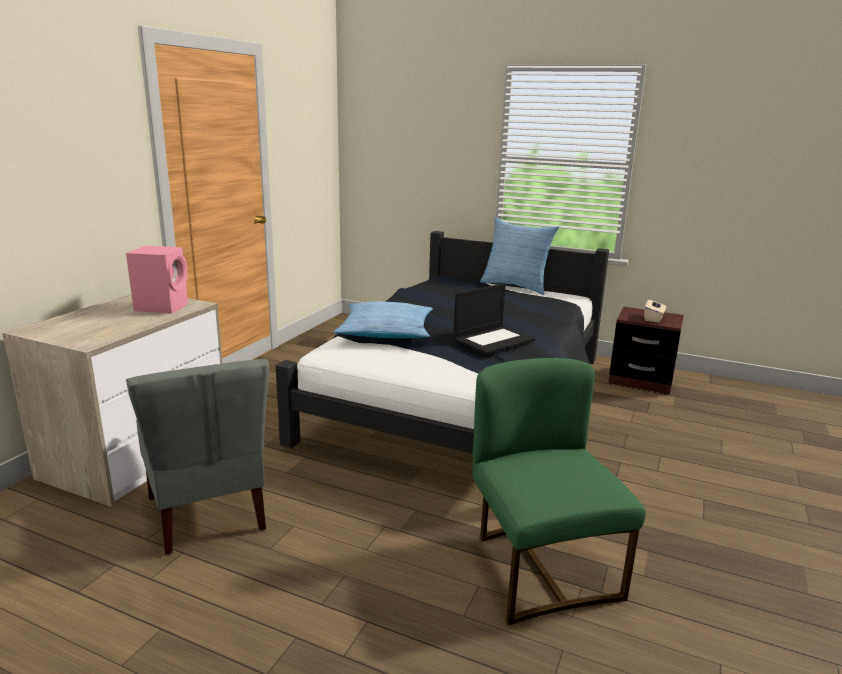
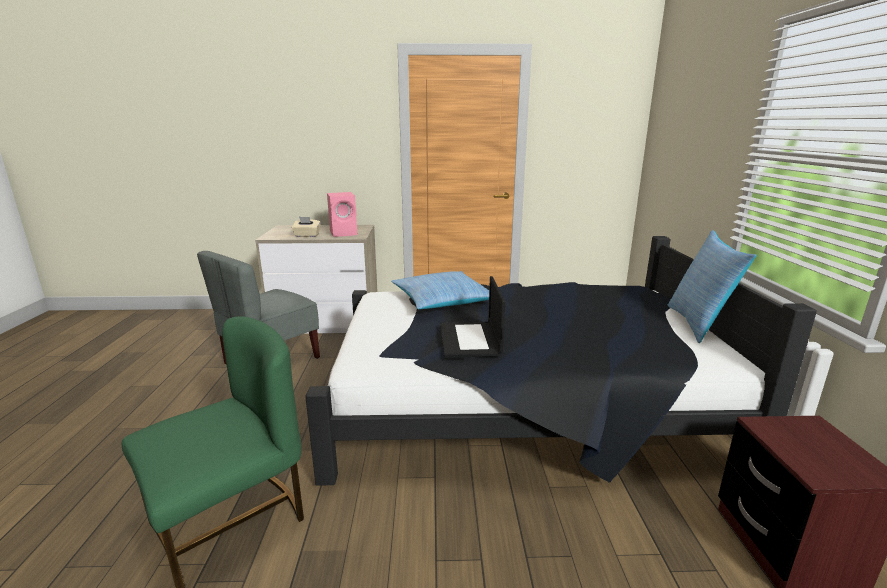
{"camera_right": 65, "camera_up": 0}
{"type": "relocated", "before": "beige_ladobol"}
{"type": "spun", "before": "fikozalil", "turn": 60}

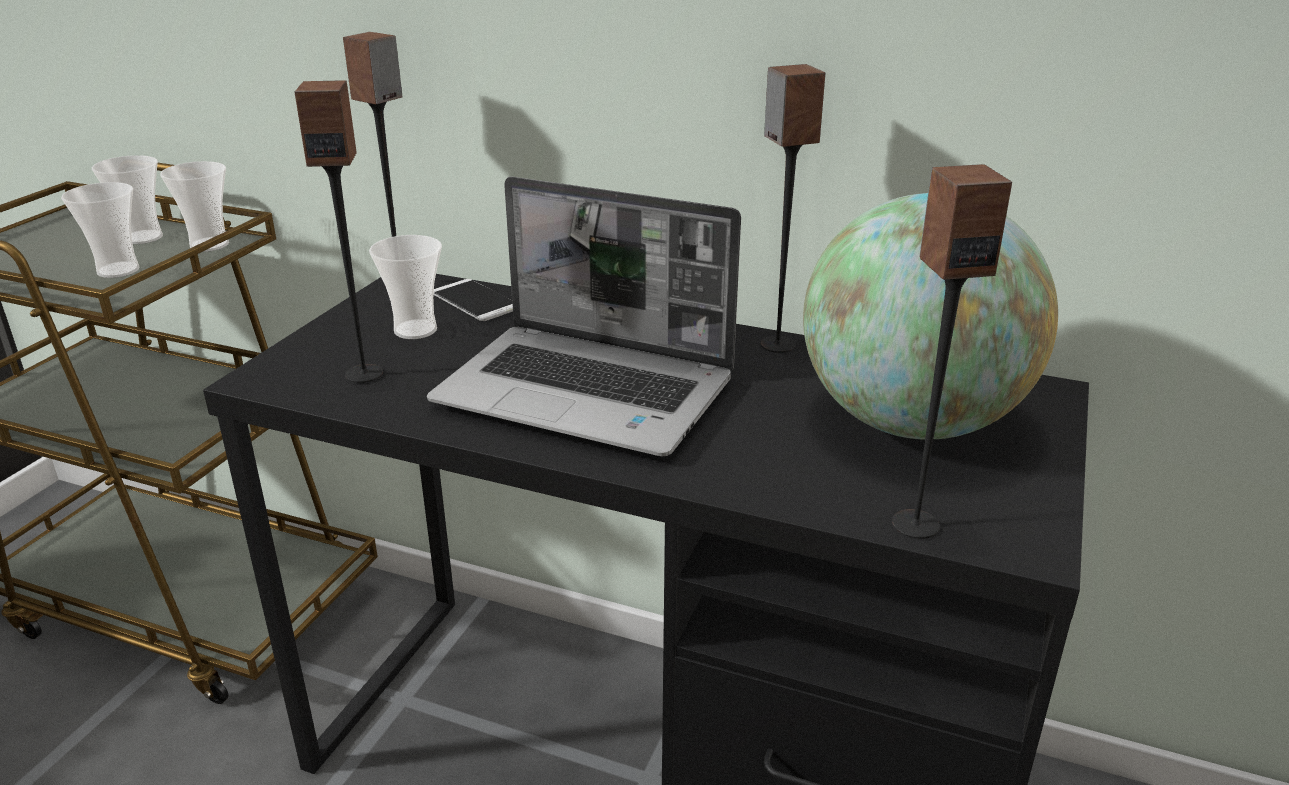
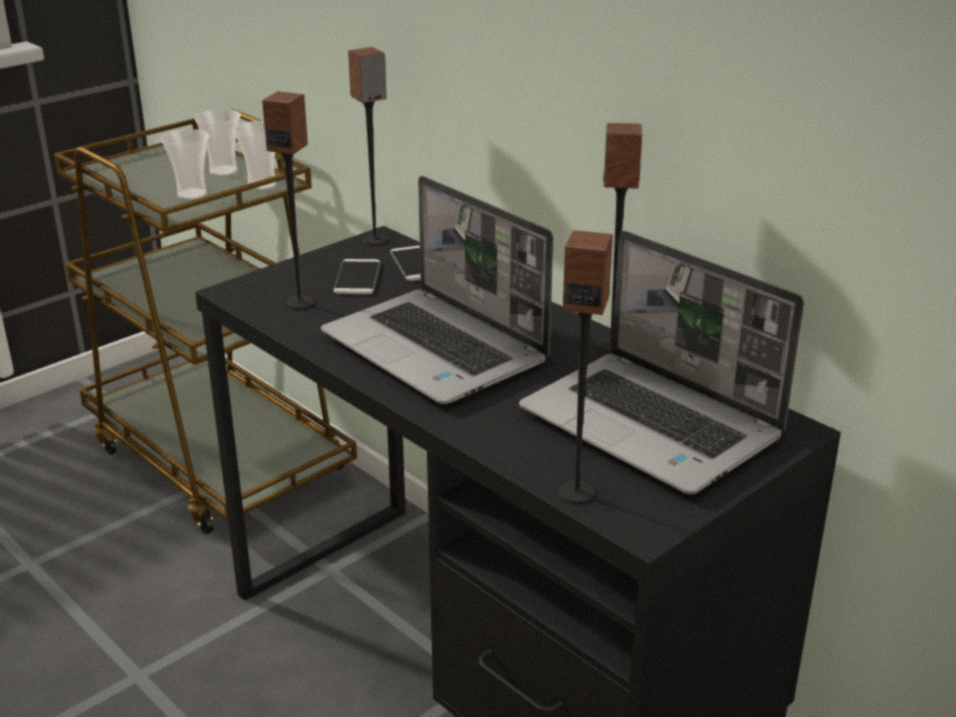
{"camera_right": 25, "camera_up": 0}
{"type": "exchanged", "before": "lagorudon (no. 4 from left)", "after": "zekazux (no. 1 from left)"}
{"type": "exchanged", "before": "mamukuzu", "after": "fikozalil (no. 2 from left)"}

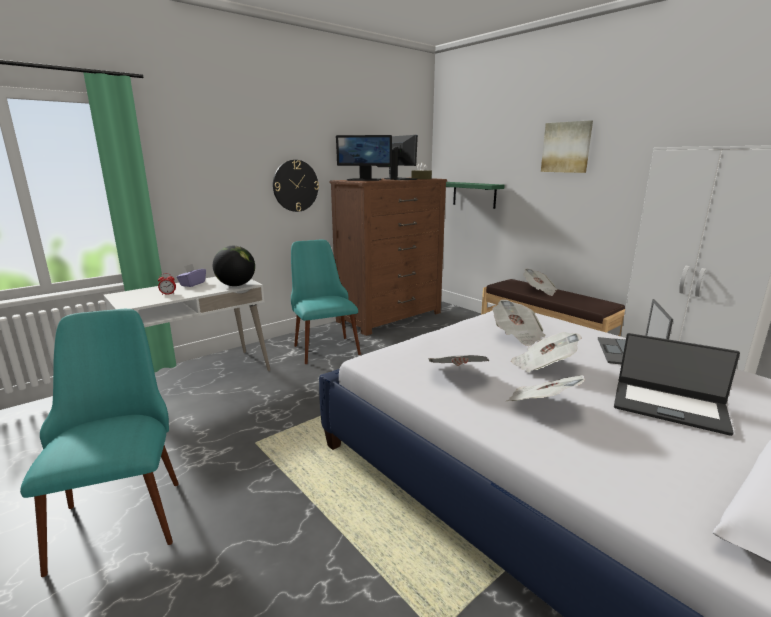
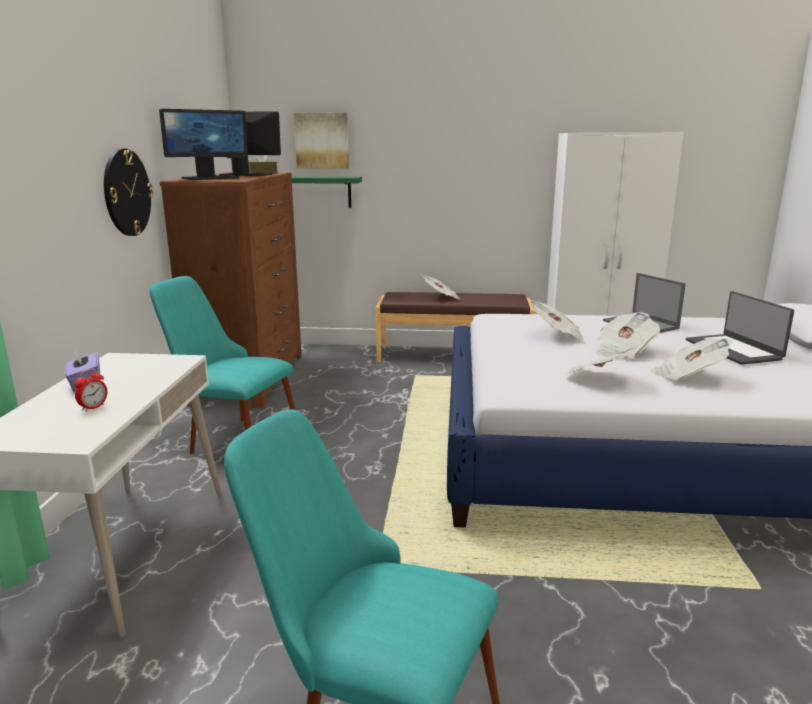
{"camera_right": -45, "camera_up": 0}
{"type": "relocated", "before": "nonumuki"}
{"type": "spun", "before": "fikozalil (no. 2 from left)", "turn": 90}
{"type": "missing", "before": "mamukuzu"}

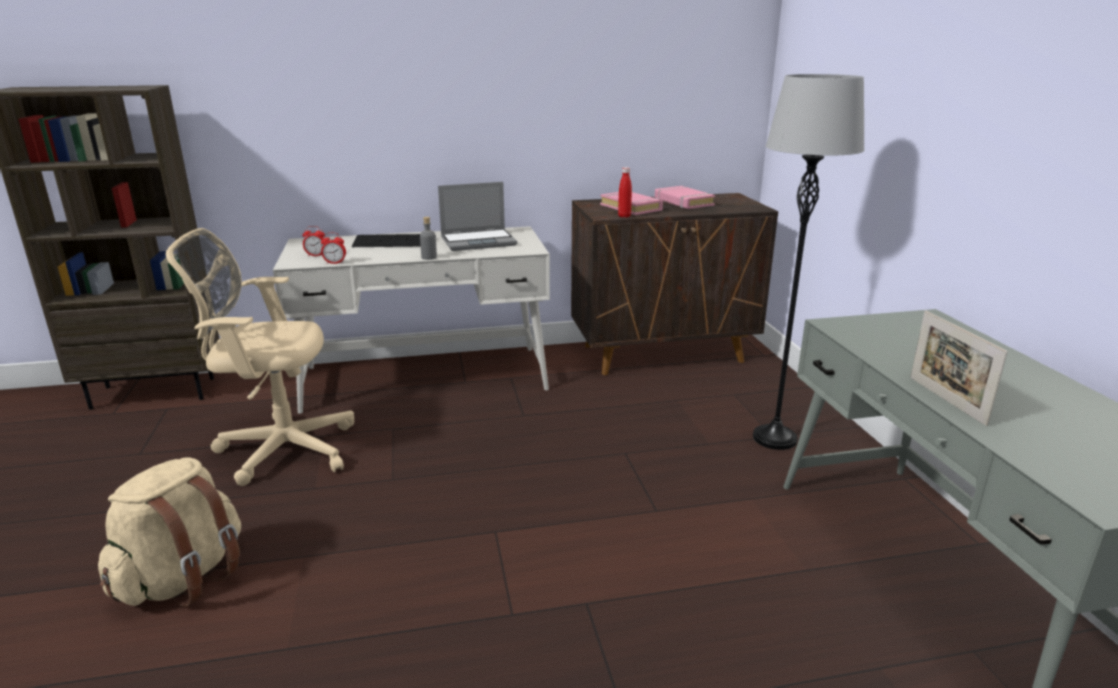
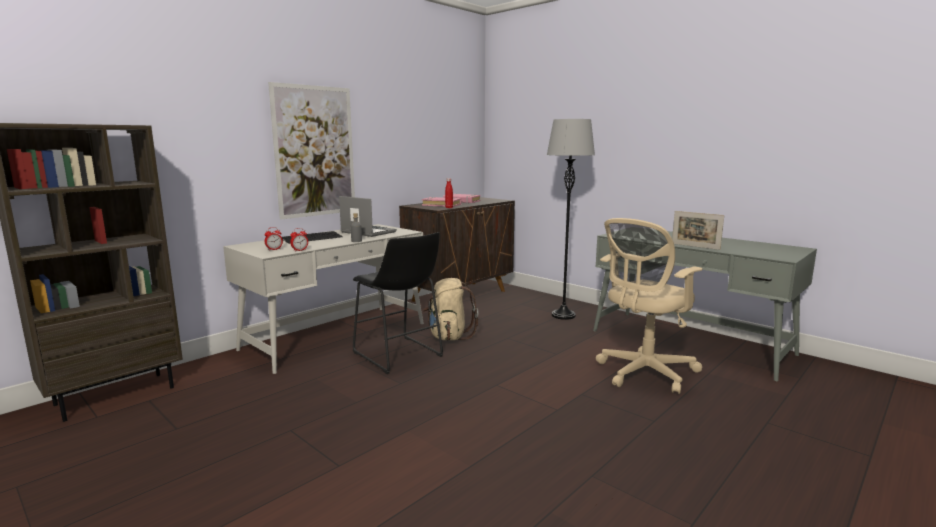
{"camera_right": -35, "camera_up": -10}
{"type": "appeared", "after": "nonumuki"}
{"type": "spun", "before": "fikozalil", "turn": -90}
{"type": "appeared", "after": "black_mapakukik"}
{"type": "relocated", "before": "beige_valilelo"}
{"type": "relocated", "before": "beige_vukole"}

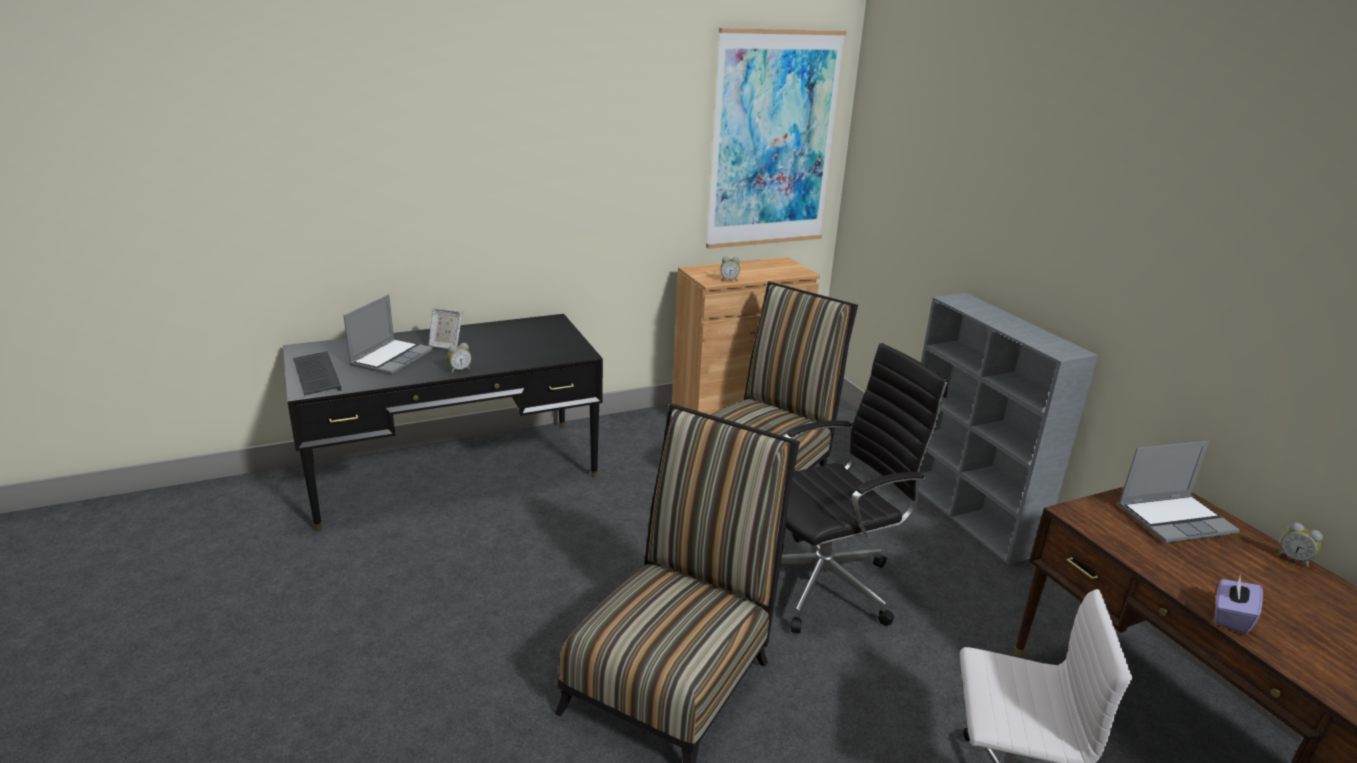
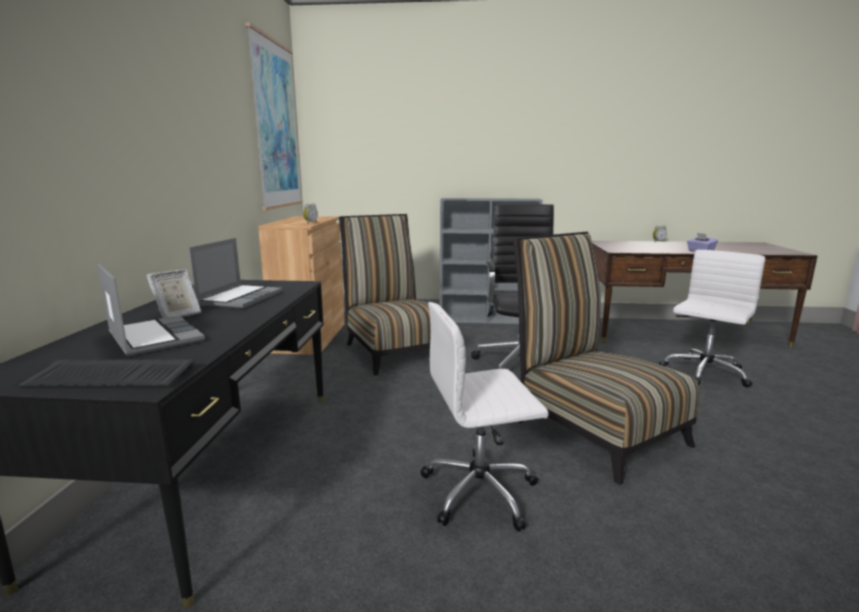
{"camera_right": -60, "camera_up": -10}
{"type": "relocated", "before": "fikozalil (no. 2 from left)"}
{"type": "appeared", "after": "white_vukole (no. 1 from left)"}
{"type": "missing", "before": "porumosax (no. 1 from left)"}

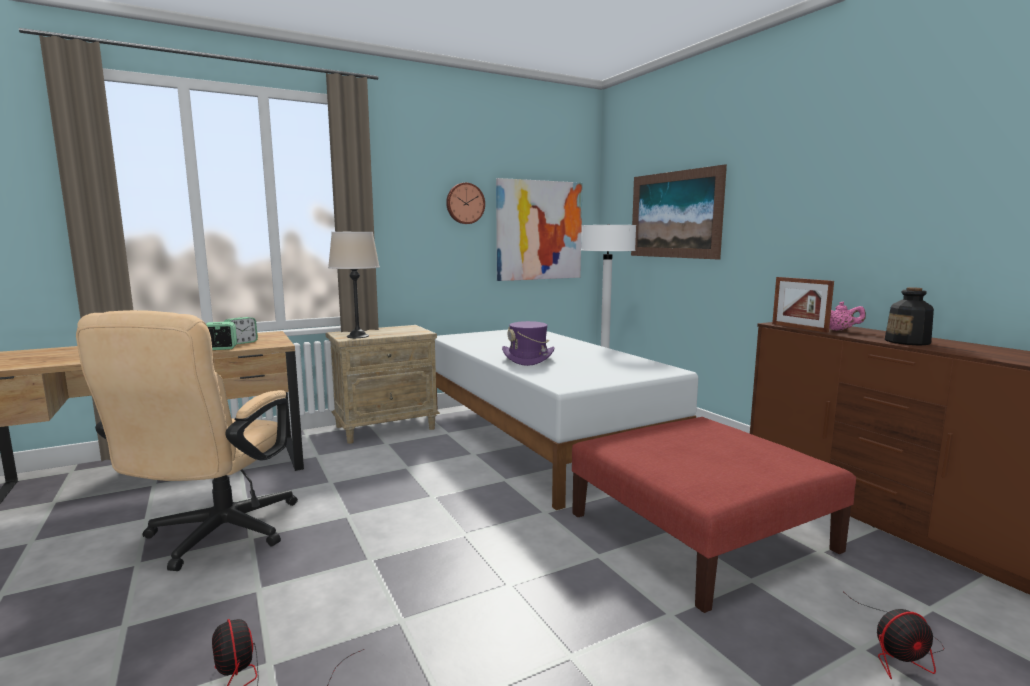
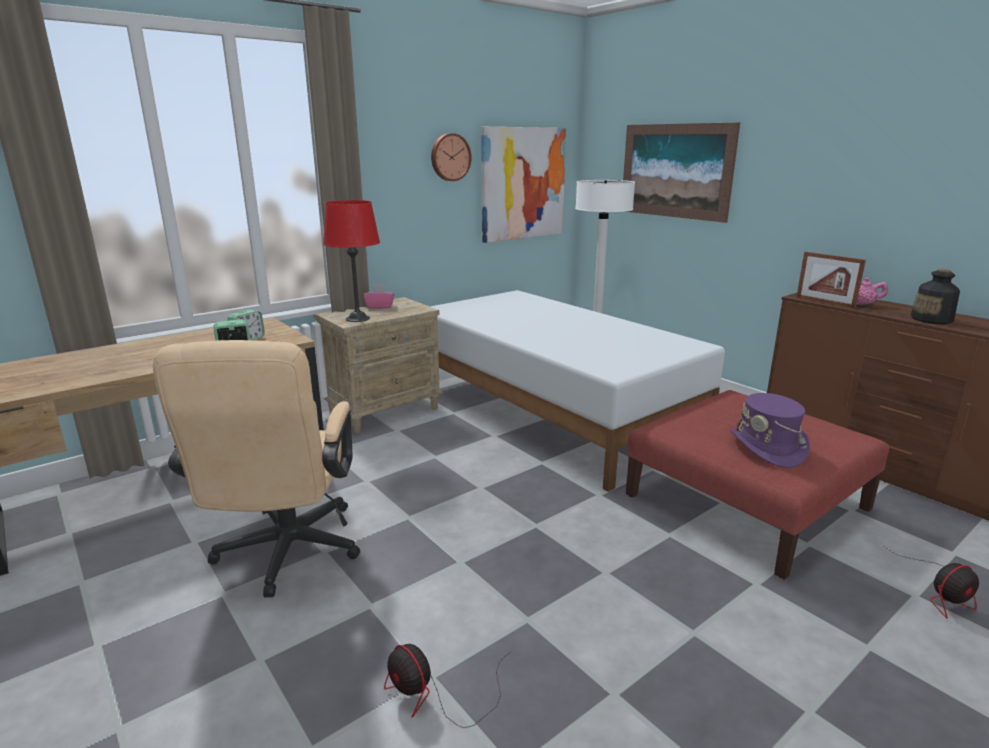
{"camera_right": -10, "camera_up": 10}
{"type": "colour", "before": "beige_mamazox", "after": "red_mamazox"}
{"type": "appeared", "after": "pink_ladobol"}
{"type": "relocated", "before": "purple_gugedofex"}

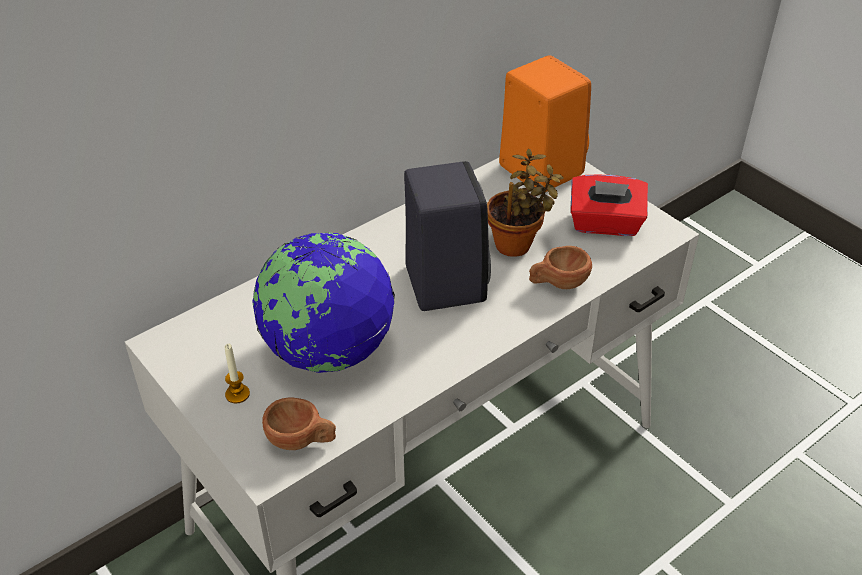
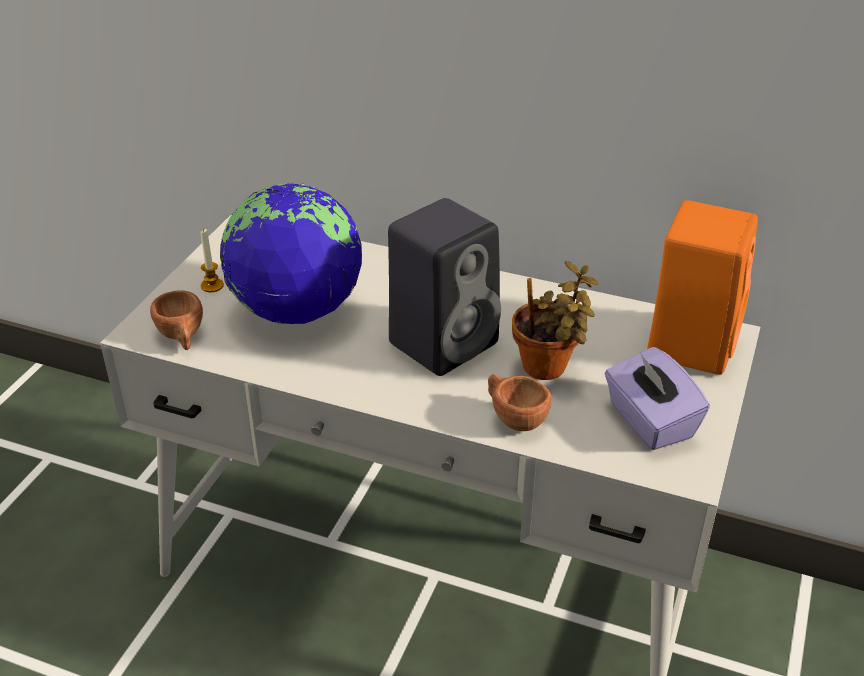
{"camera_right": 60, "camera_up": -5}
{"type": "colour", "before": "red_ladobol", "after": "purple_ladobol"}

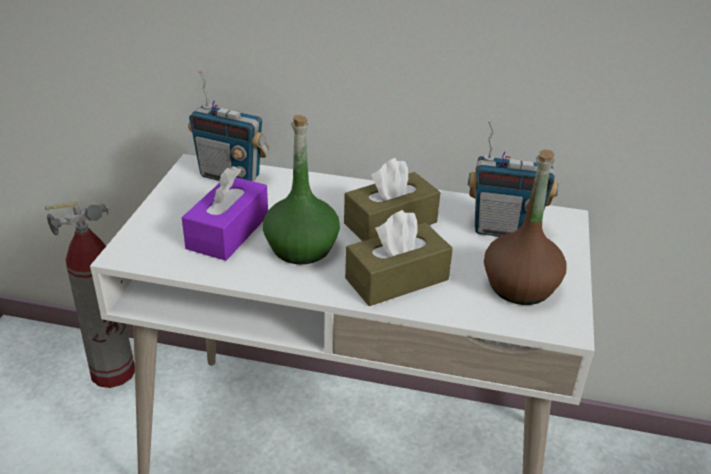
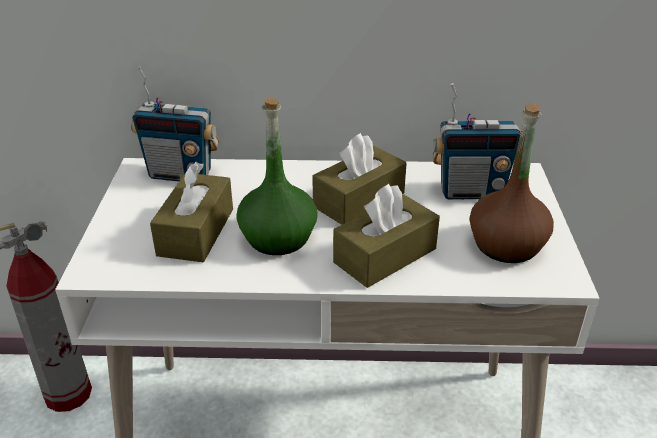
{"camera_right": -10, "camera_up": 0}
{"type": "colour", "before": "purple_ladobol", "after": "brown_ladobol (no. 1 from left)"}

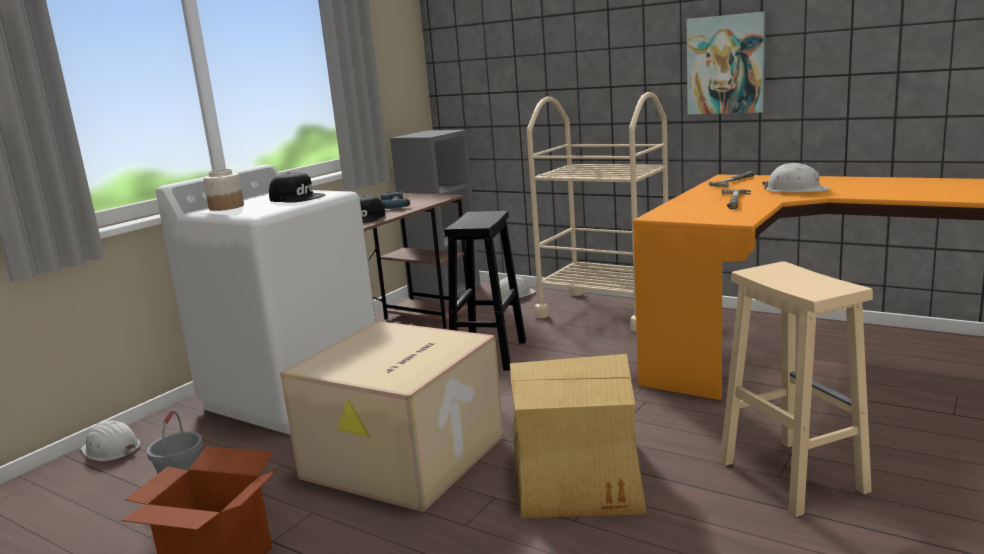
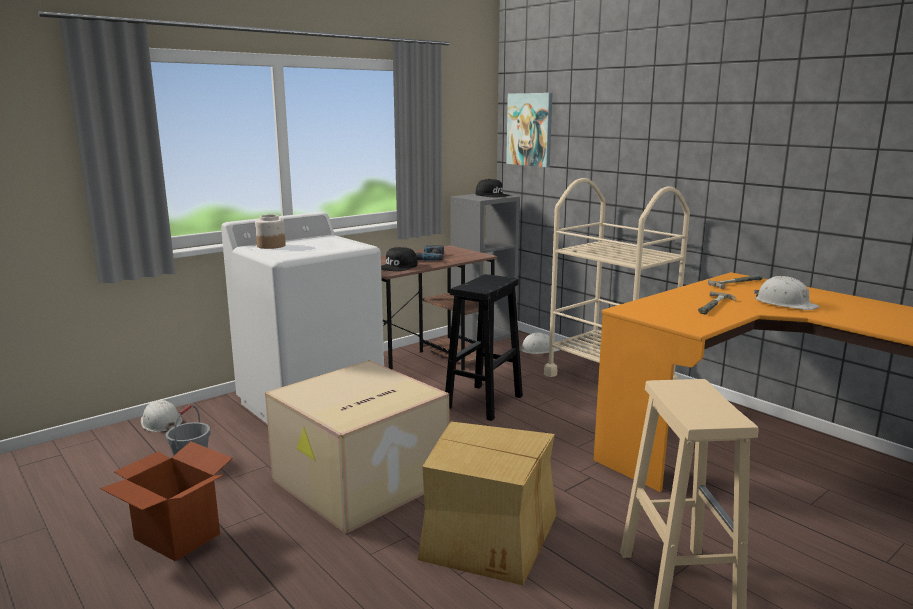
{"camera_right": 15, "camera_up": 0}
{"type": "relocated", "before": "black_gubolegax (no. 1 from left in the first image)", "after": "black_gubolegax (no. 2 from left)"}
{"type": "relocated", "before": "nonumuki"}

